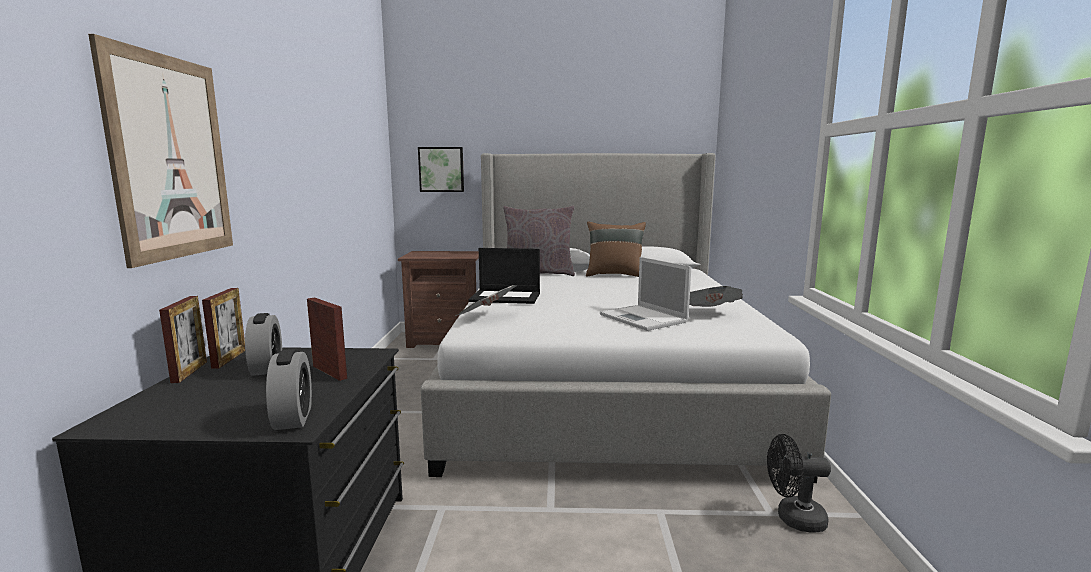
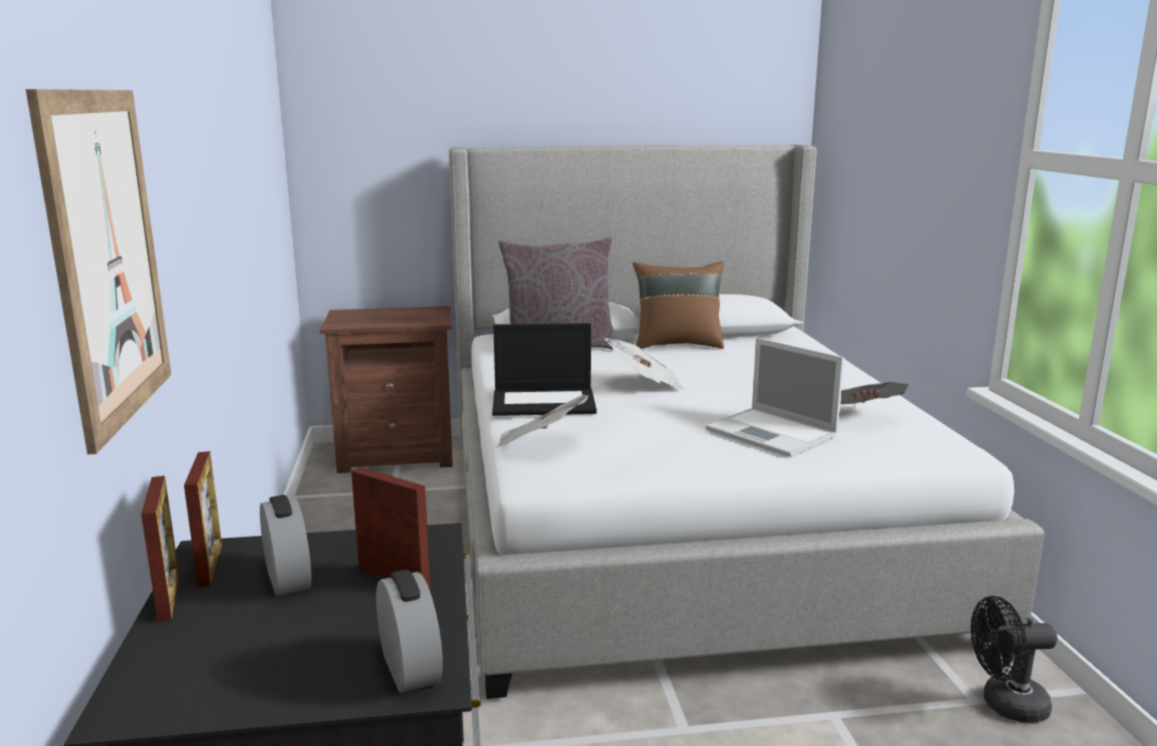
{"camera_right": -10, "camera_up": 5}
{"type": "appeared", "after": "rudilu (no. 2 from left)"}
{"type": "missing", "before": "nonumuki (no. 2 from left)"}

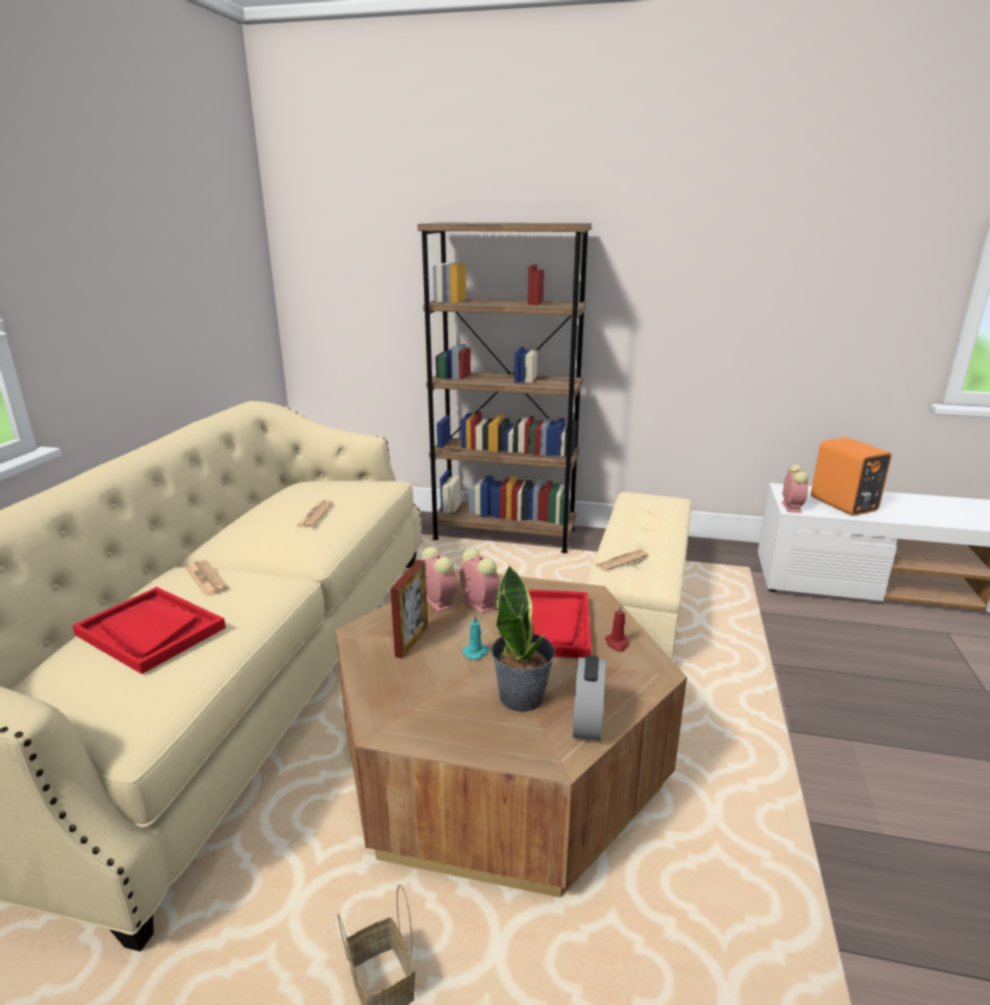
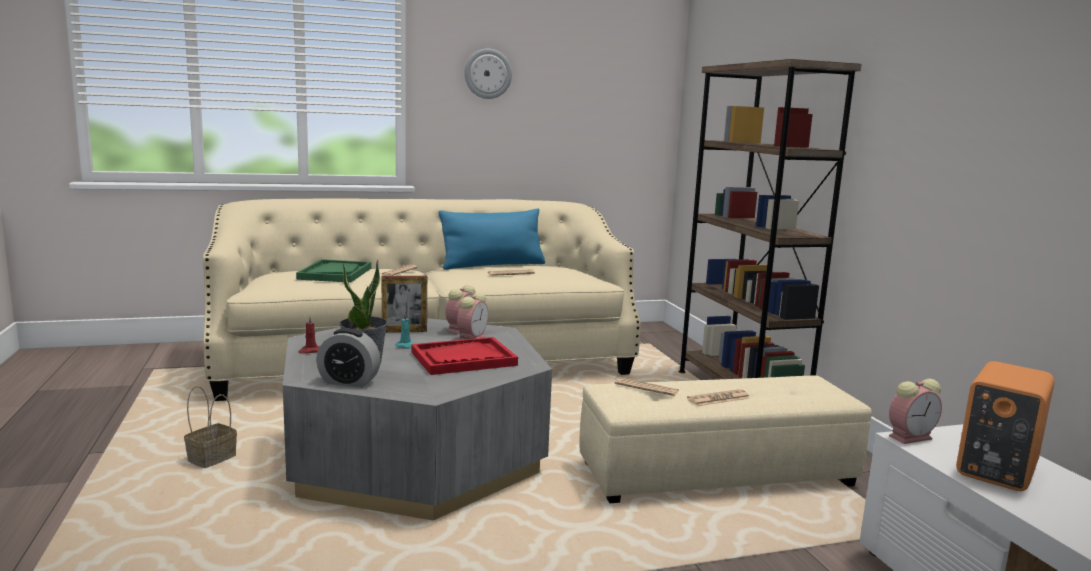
{"camera_right": 60, "camera_up": -10}
{"type": "colour", "before": "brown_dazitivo", "after": "grey_dazitivo"}
{"type": "colour", "before": "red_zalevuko (no. 1 from left)", "after": "green_zalevuko"}
{"type": "relocated", "before": "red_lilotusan"}
{"type": "spun", "before": "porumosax (no. 3 from left in the first image)", "turn": -150}
{"type": "appeared", "after": "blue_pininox"}
{"type": "appeared", "after": "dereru"}
{"type": "appeared", "after": "rudilu (no. 4 from left)"}

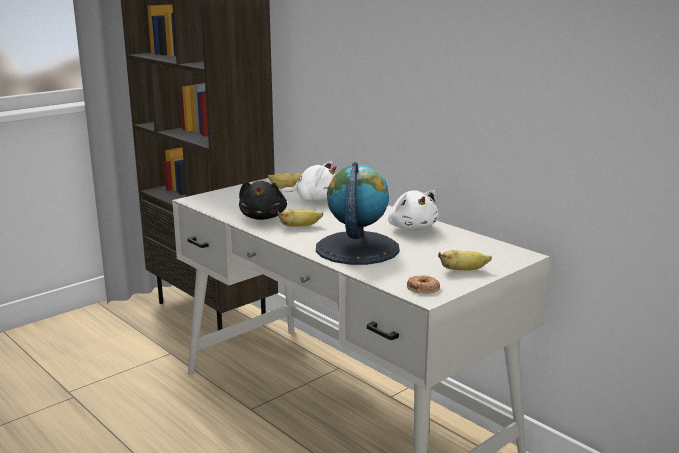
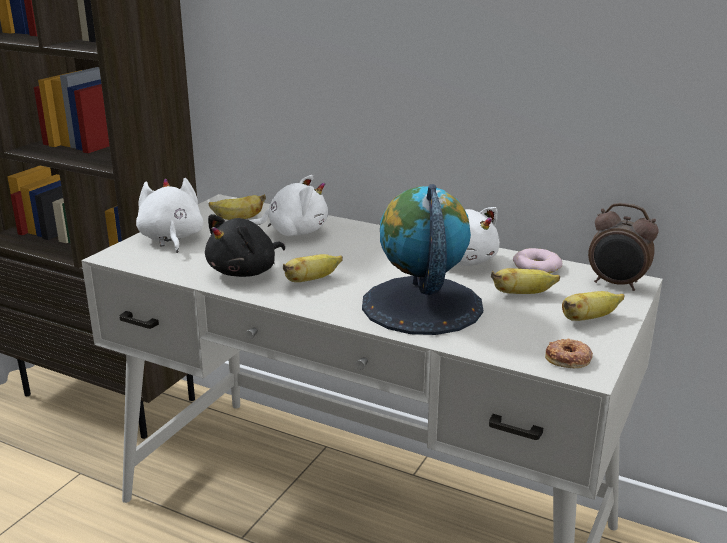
{"camera_right": -20, "camera_up": 5}
{"type": "appeared", "after": "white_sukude (no. 1 from left)"}
{"type": "spun", "before": "black_sukude", "turn": 60}
{"type": "appeared", "after": "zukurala (no. 3 from left)"}
{"type": "appeared", "after": "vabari (no. 1 from left)"}
{"type": "appeared", "after": "porumosax"}

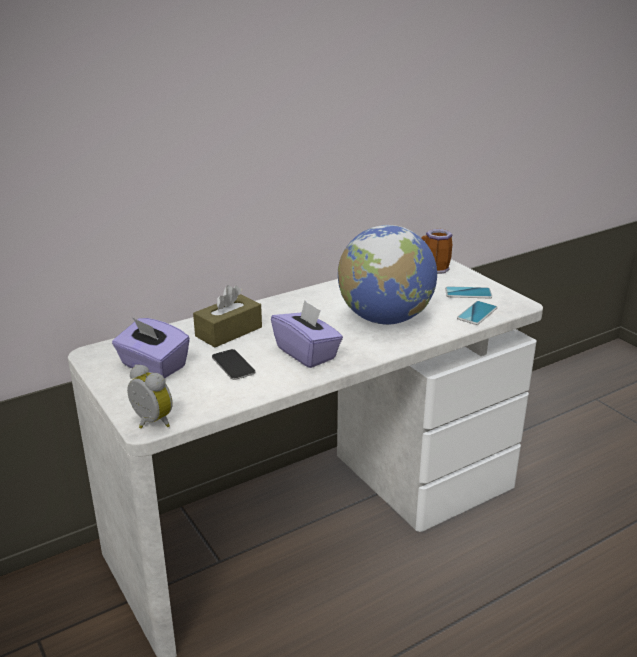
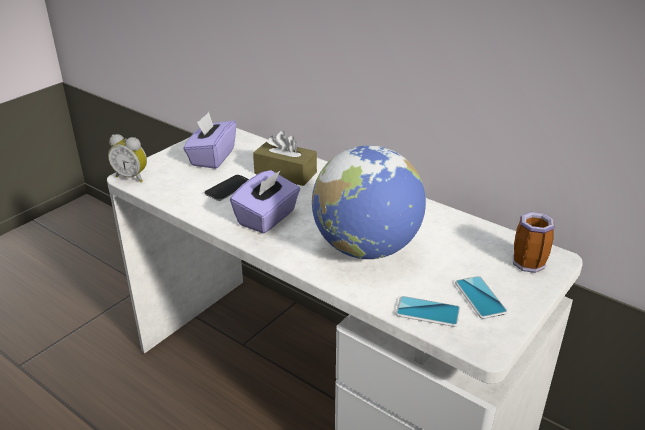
{"camera_right": 70, "camera_up": 5}
{"type": "spun", "before": "porumosax", "turn": 90}

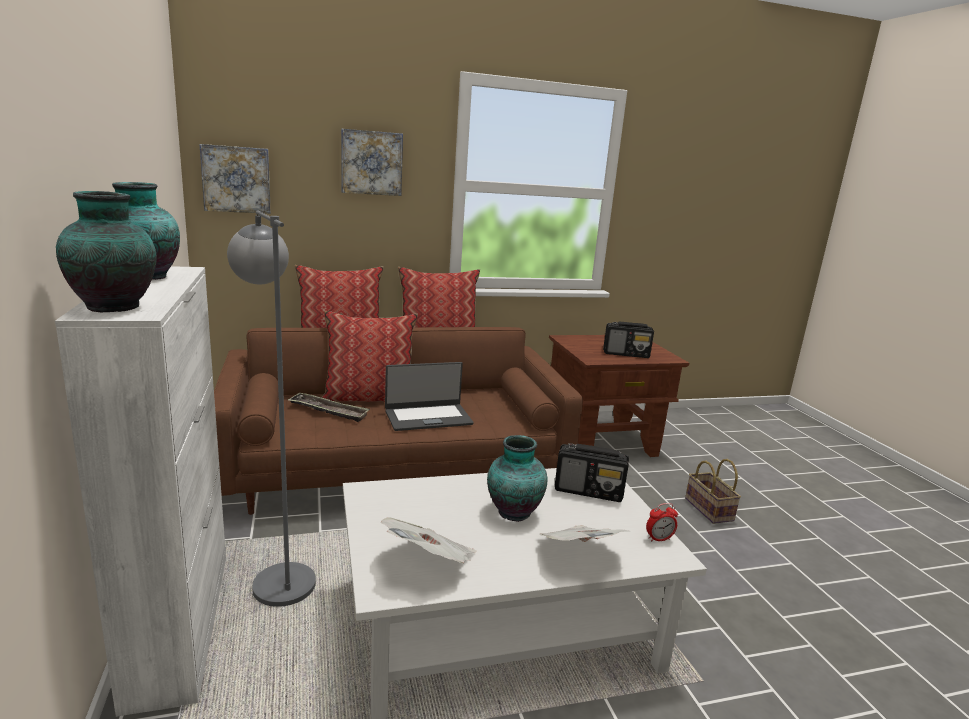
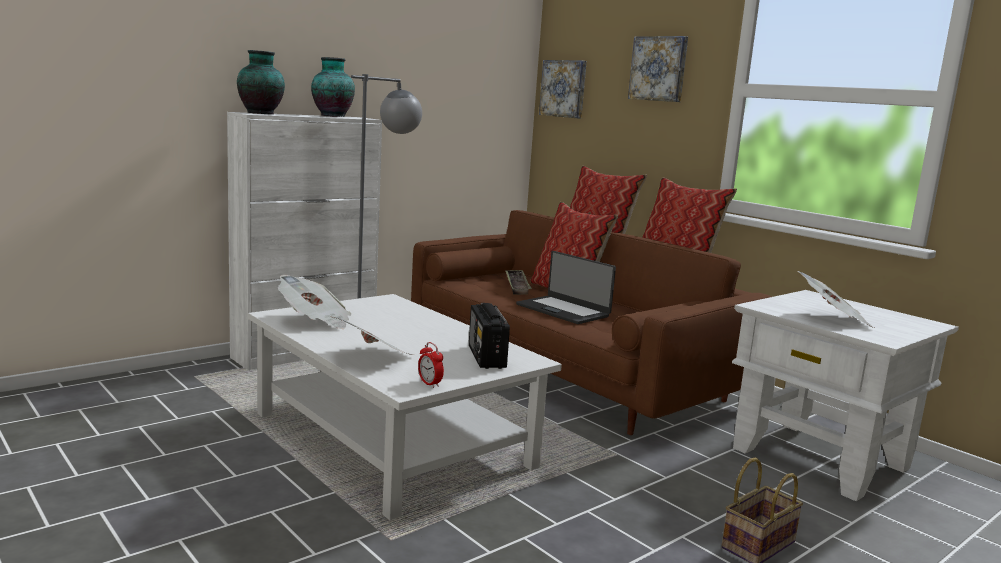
{"camera_right": 65, "camera_up": -5}
{"type": "colour", "before": "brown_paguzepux", "after": "white_paguzepux"}
{"type": "exchanged", "before": "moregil (no. 2 from left)", "after": "rudilu (no. 3 from left)"}
{"type": "missing", "before": "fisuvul (no. 3 from left)"}

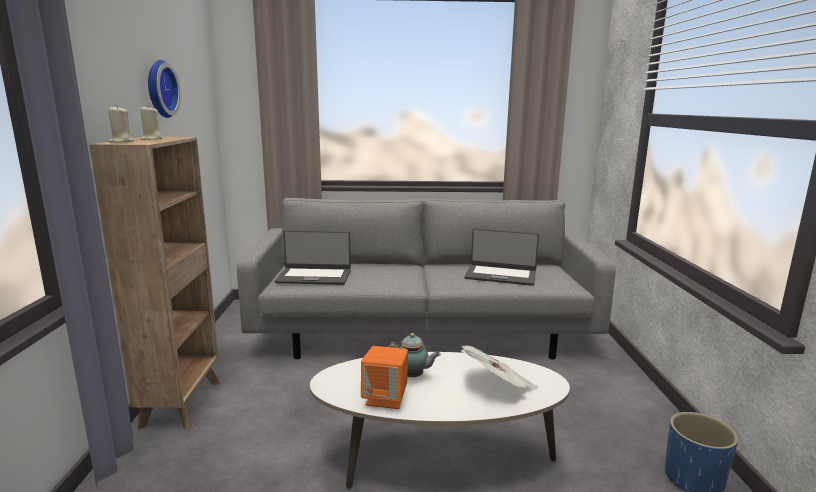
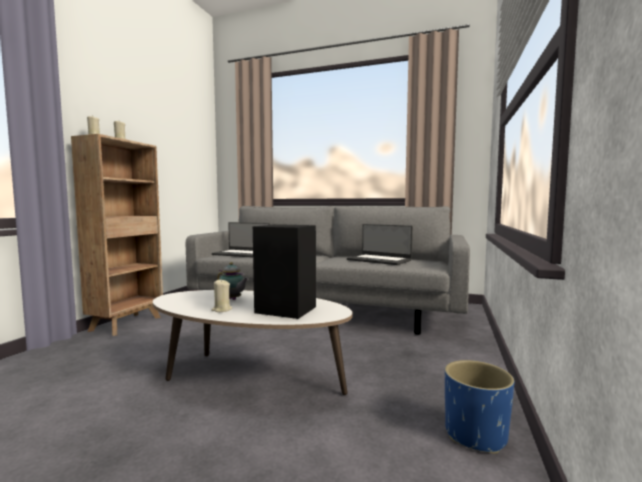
{"camera_right": 20, "camera_up": -10}
{"type": "appeared", "after": "beige_lilotusan (no. 3 from left)"}
{"type": "exchanged", "before": "rudilu", "after": "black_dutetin"}
{"type": "missing", "before": "dereru"}
{"type": "missing", "before": "orange_dutetin"}

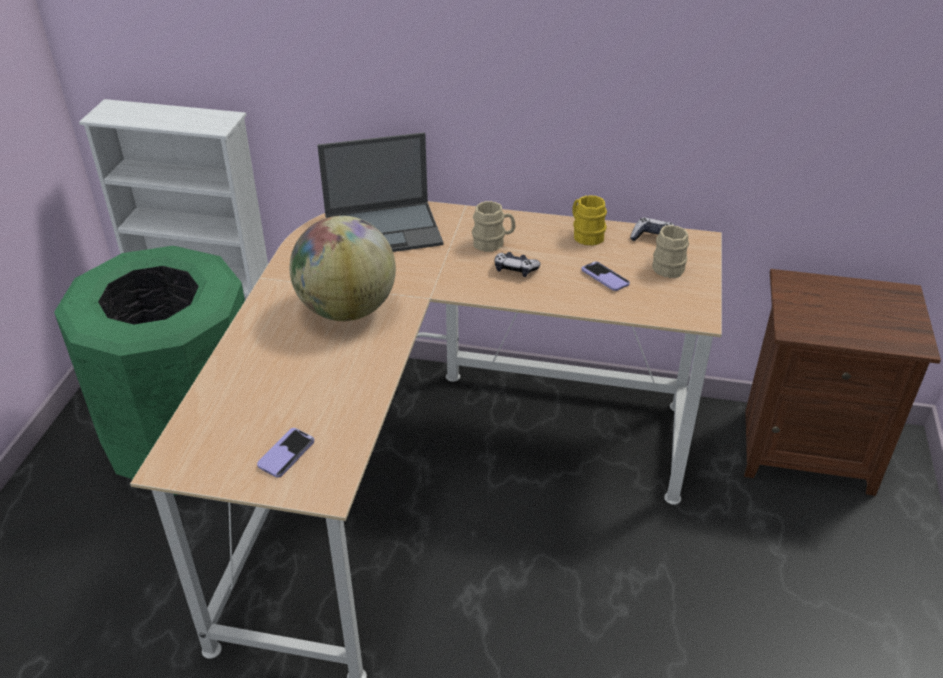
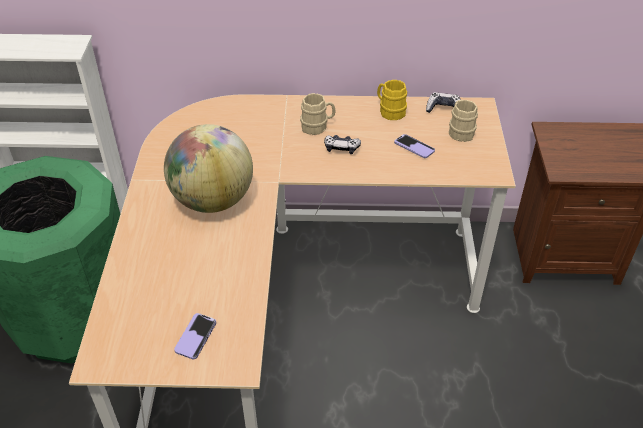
{"camera_right": -10, "camera_up": 5}
{"type": "missing", "before": "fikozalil"}

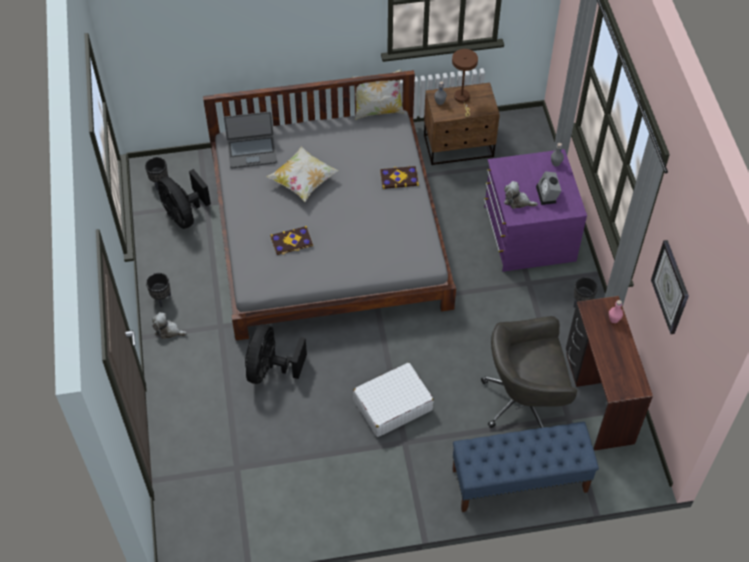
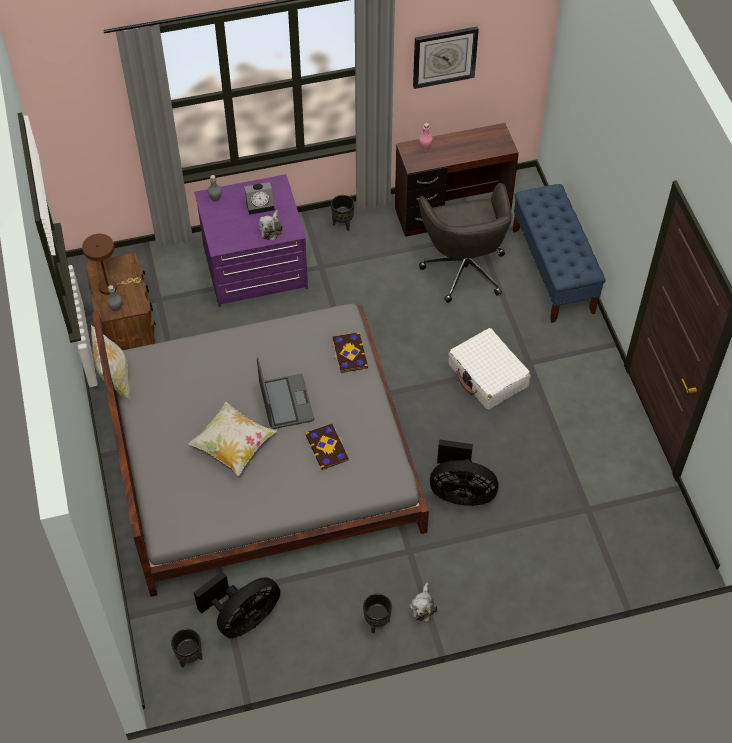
{"camera_right": -95, "camera_up": 0}
{"type": "relocated", "before": "fikozalil"}
{"type": "relocated", "before": "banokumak (no. 2 from left)"}

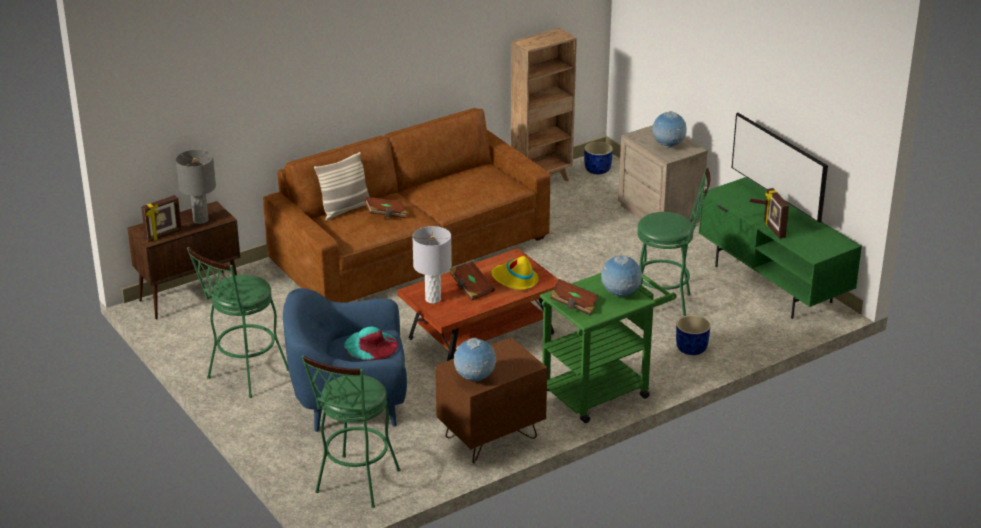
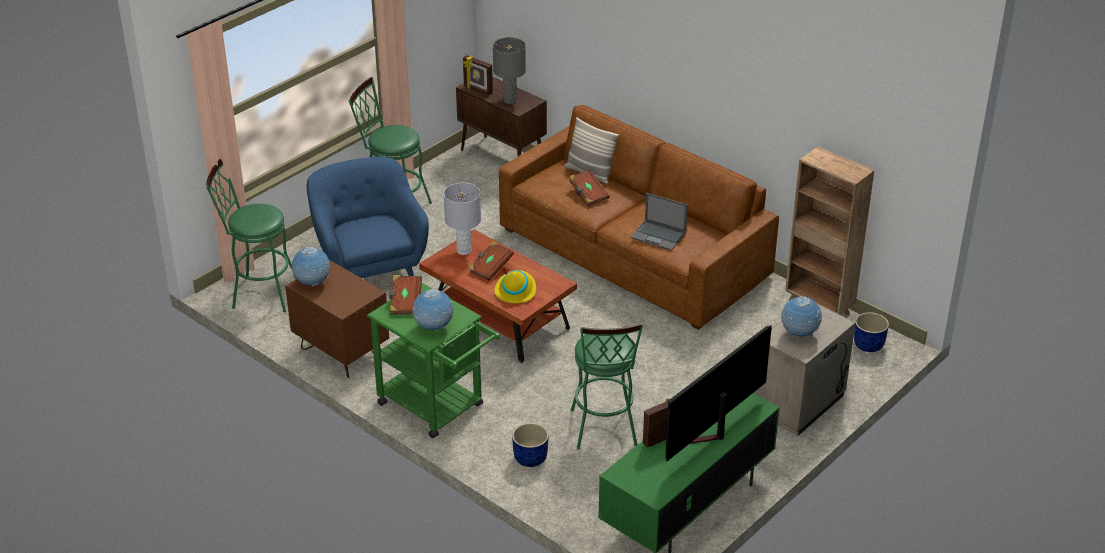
{"camera_right": 75, "camera_up": 5}
{"type": "appeared", "after": "fikozalil"}
{"type": "missing", "before": "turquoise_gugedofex"}

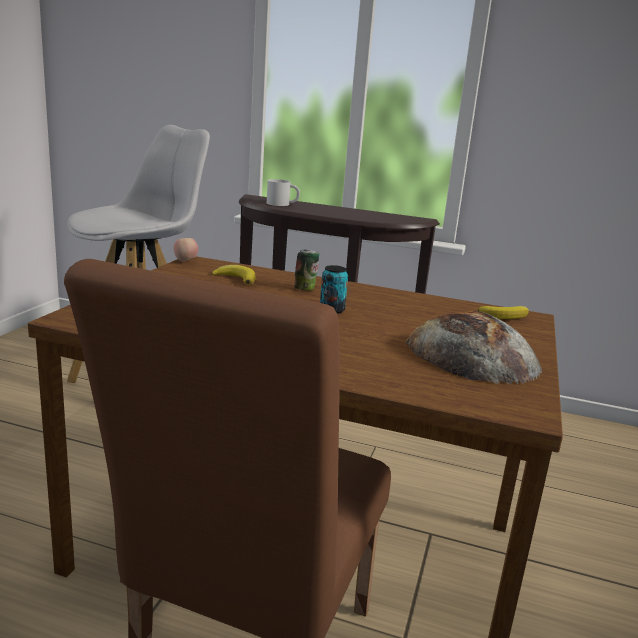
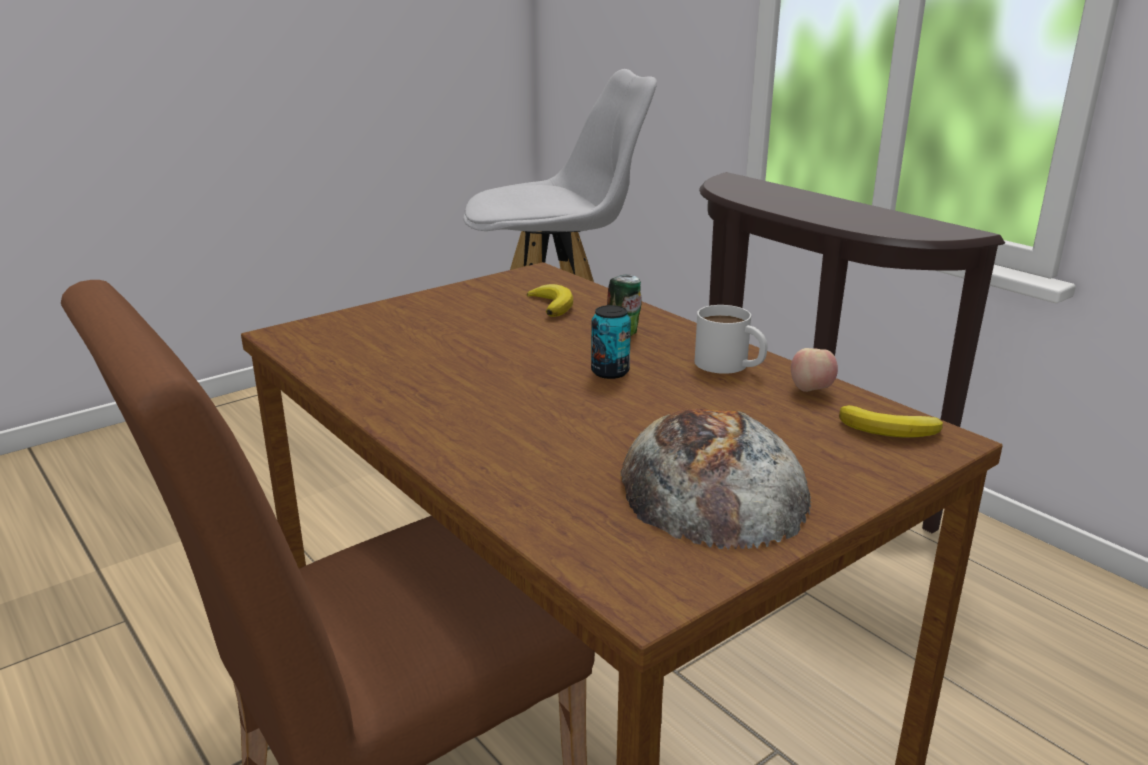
{"camera_right": 35, "camera_up": 5}
{"type": "relocated", "before": "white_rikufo"}
{"type": "relocated", "before": "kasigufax"}

